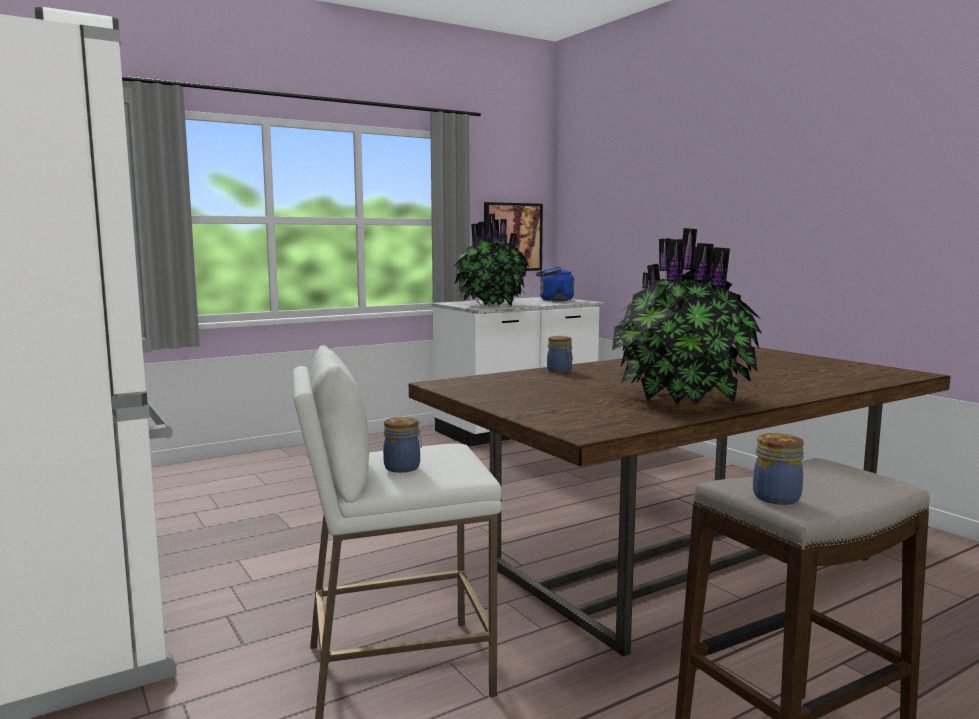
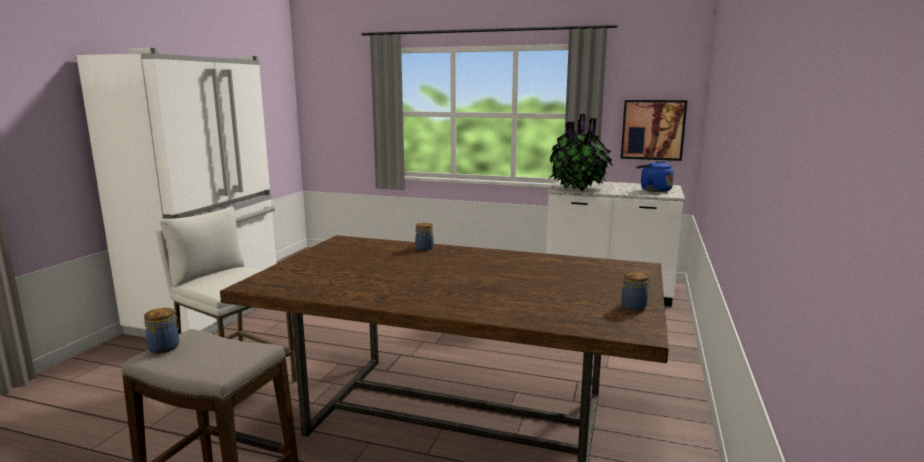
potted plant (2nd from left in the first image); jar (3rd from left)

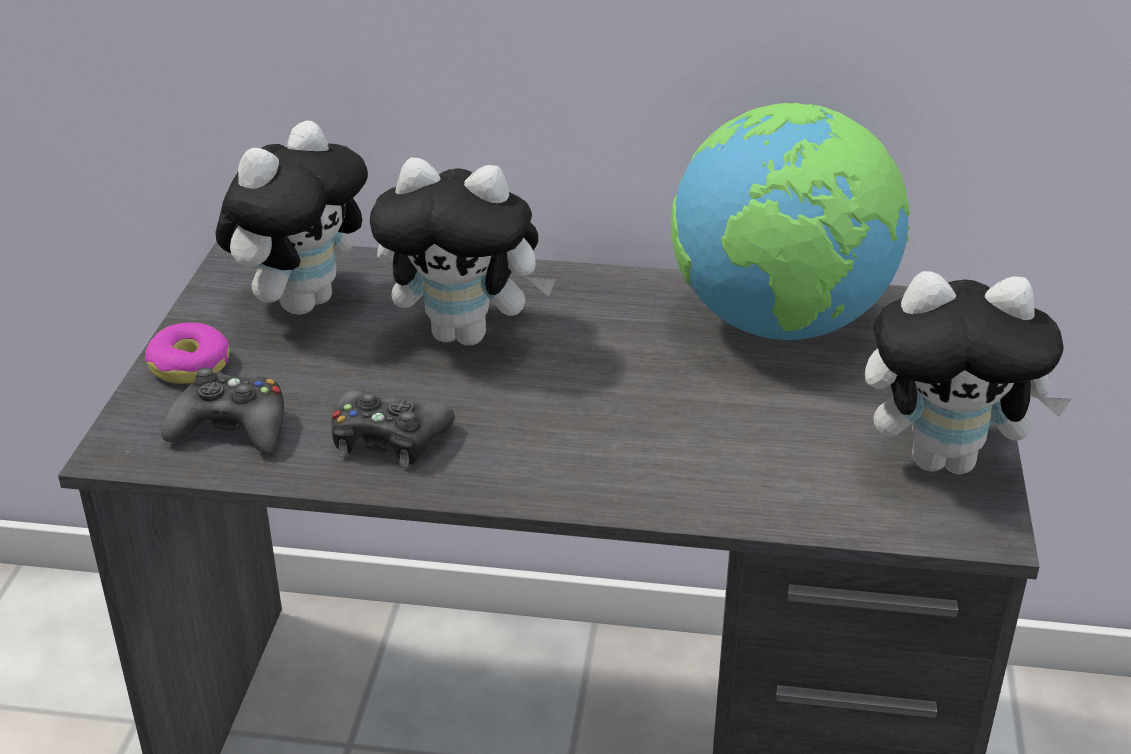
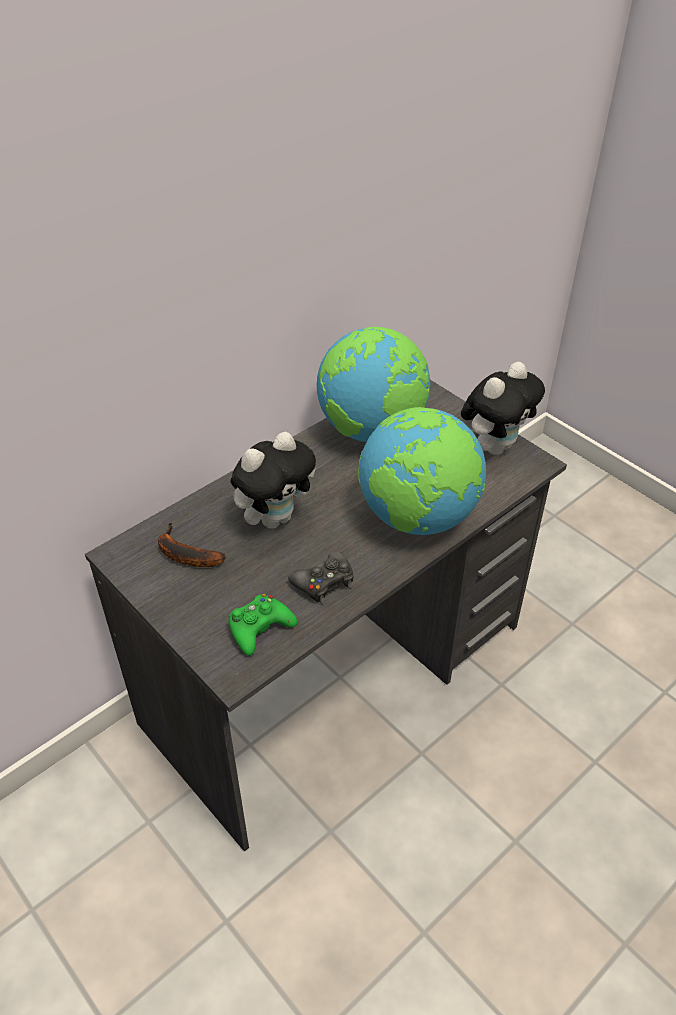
donut; globe (2nd from left); banana; green game controller

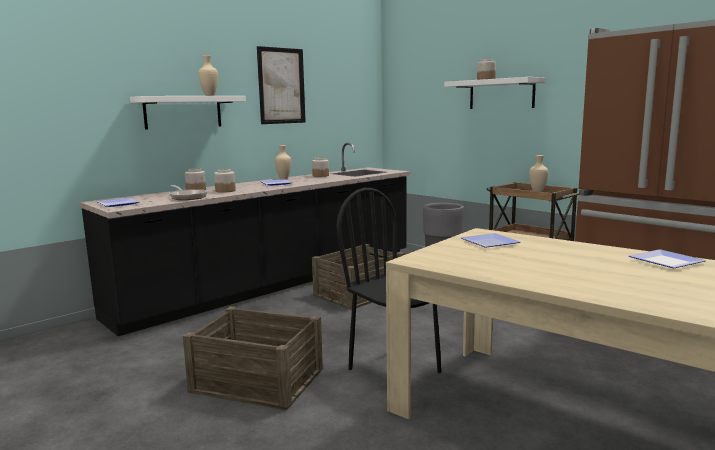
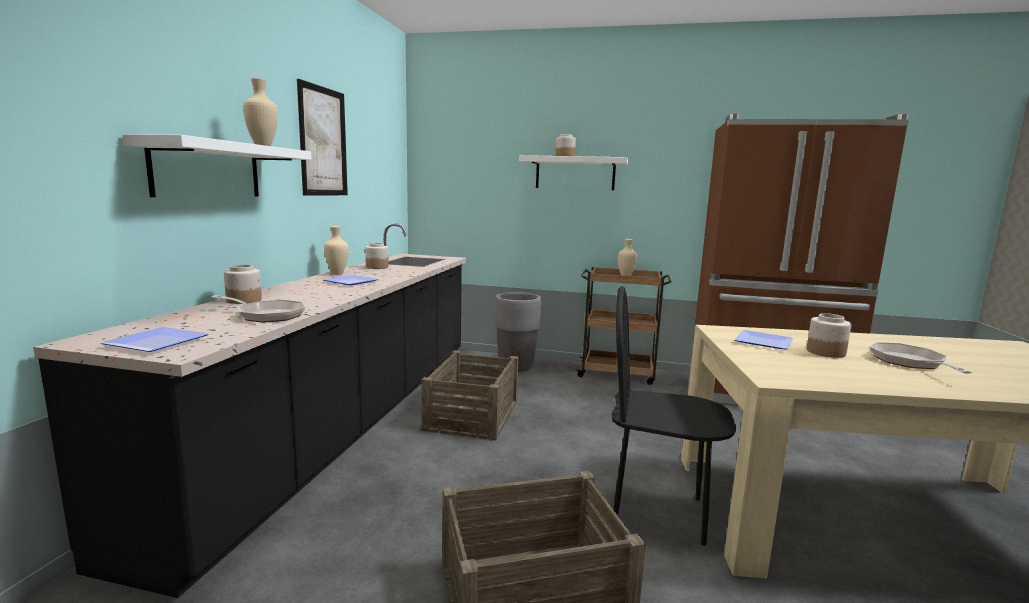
plate (4th from left in the first image); frying pan (2nd from left); jar (4th from left)

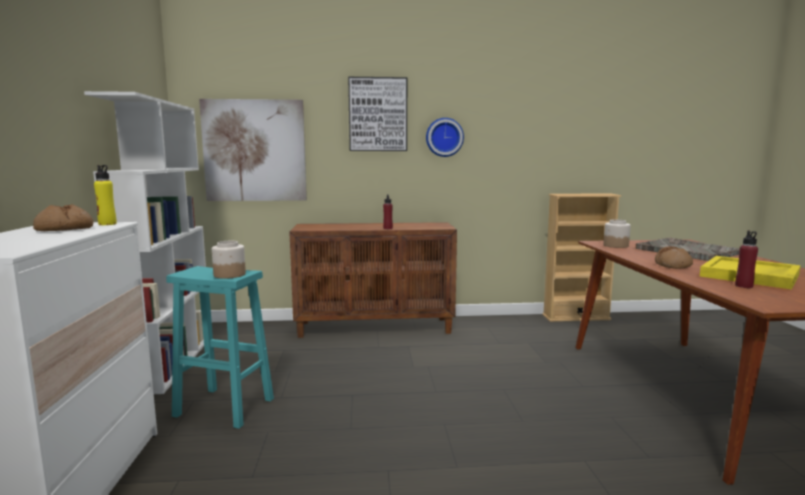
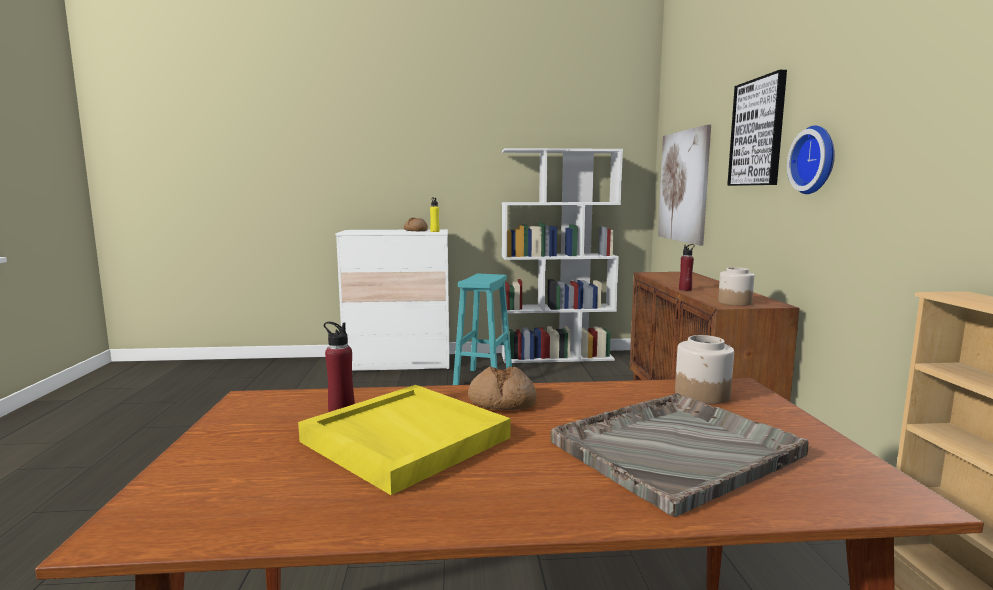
jar (2nd from left)

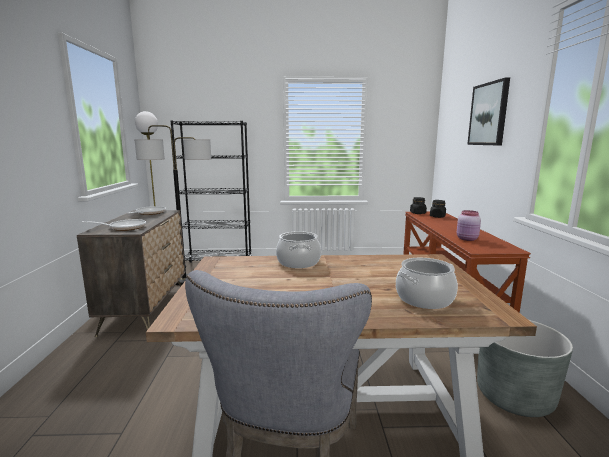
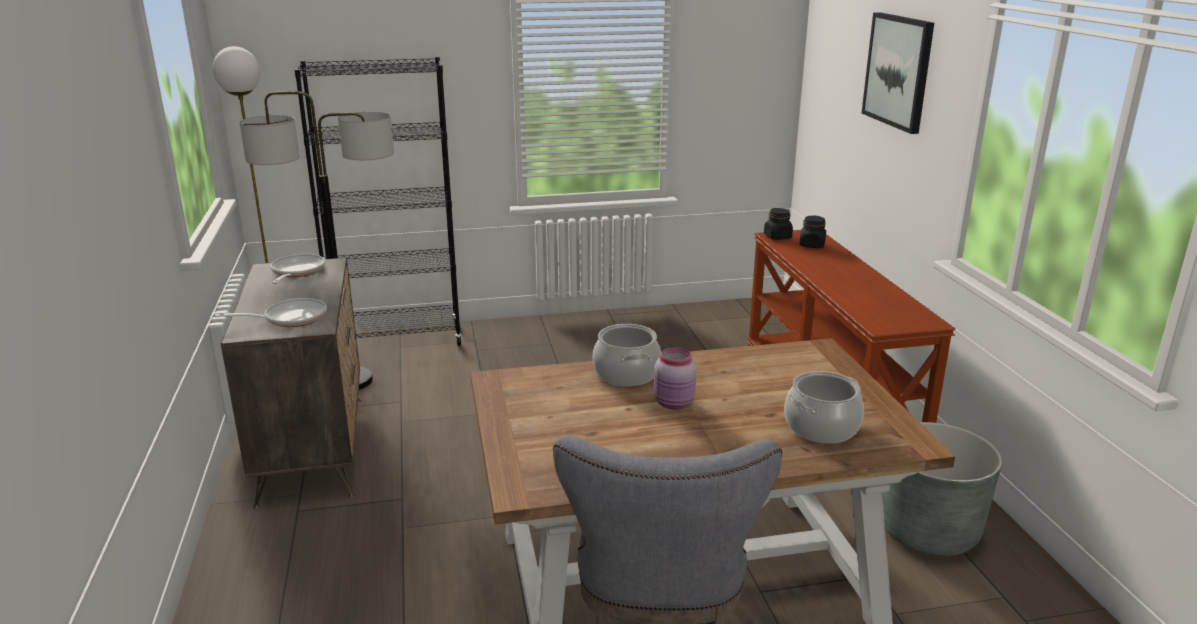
pink jar

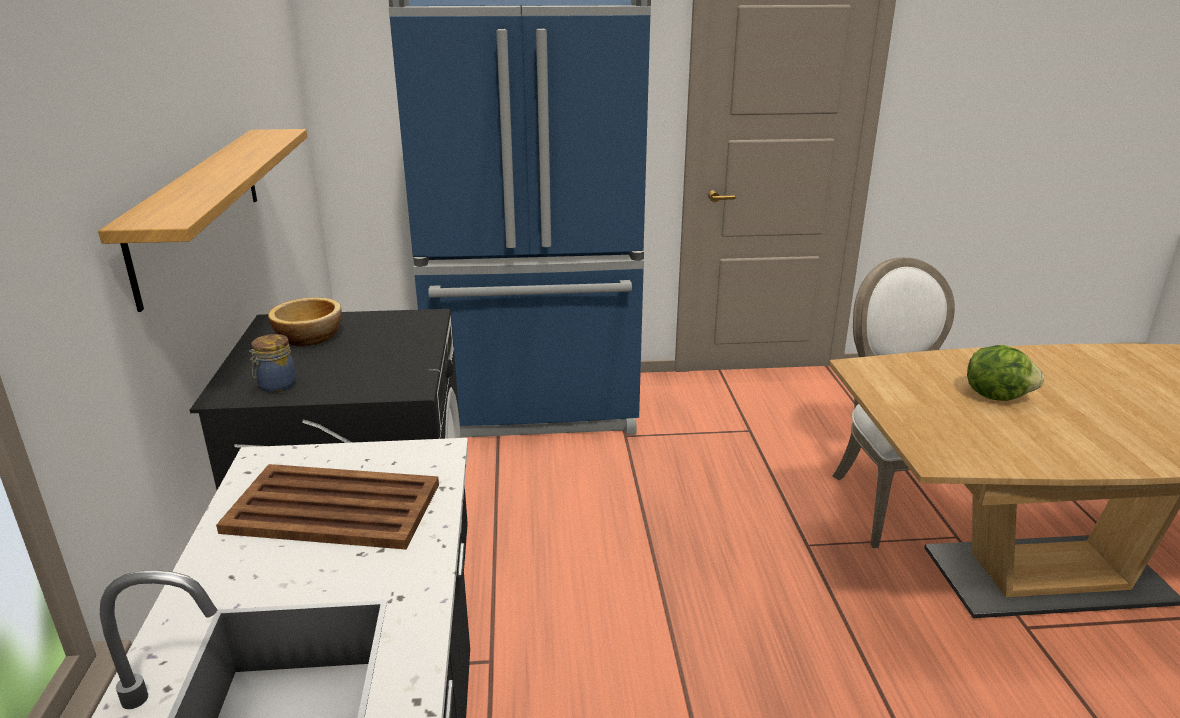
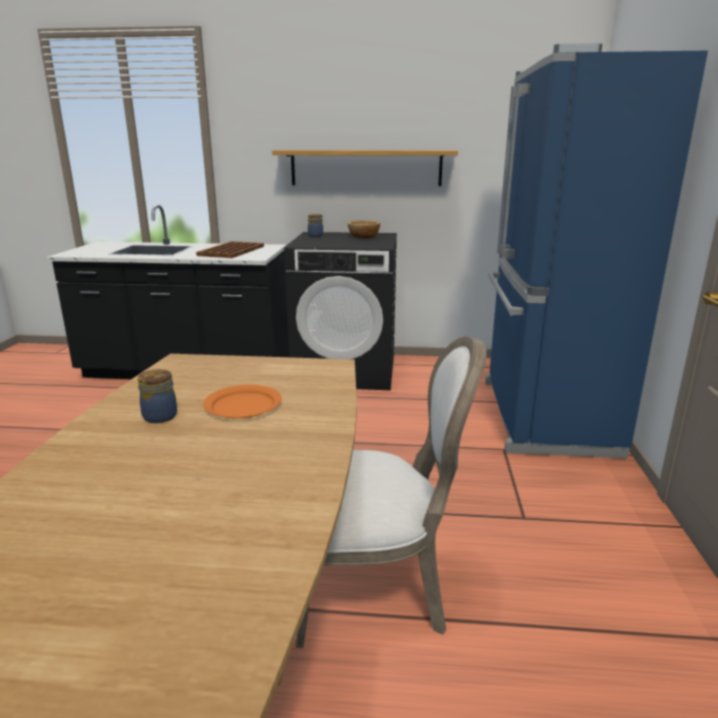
jar (1st from left); orange plate

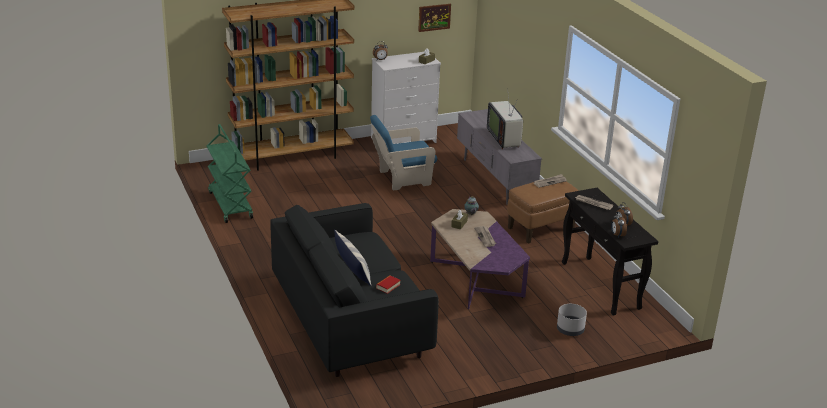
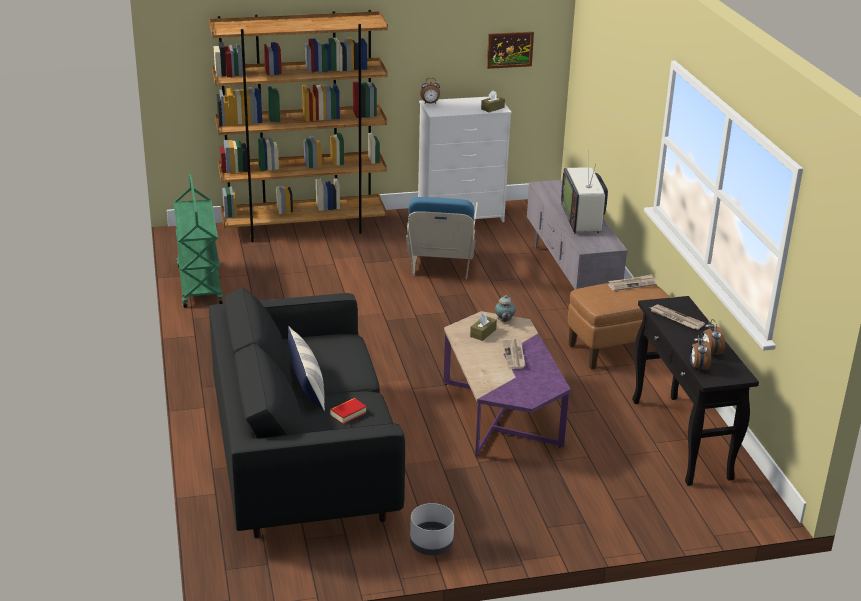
grey planter; blue armchair

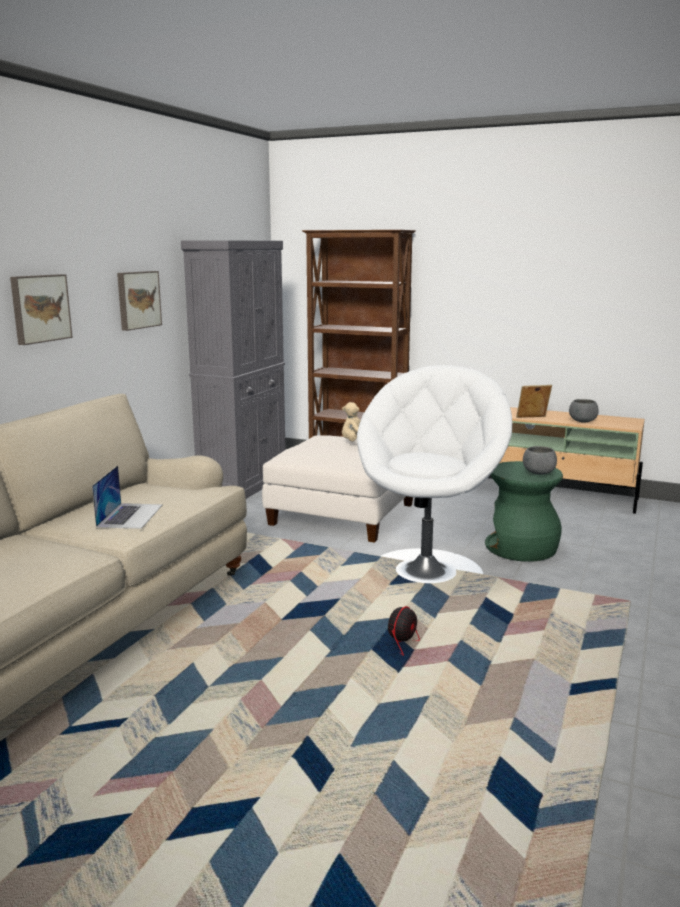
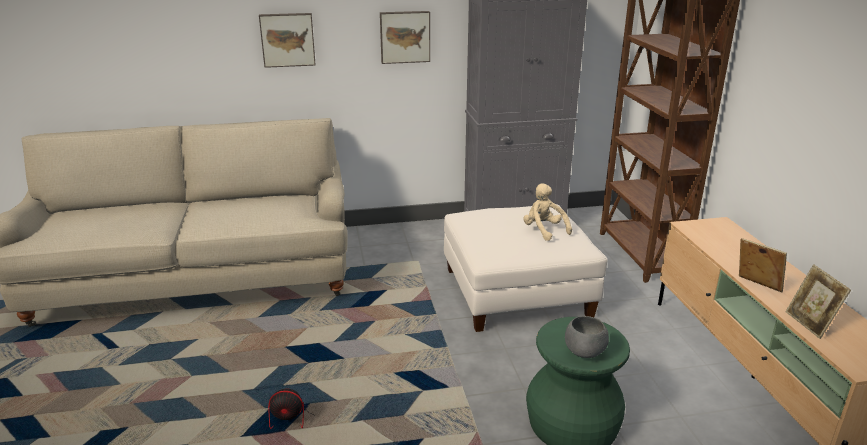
laptop; white armchair; picture frame (2nd from left)

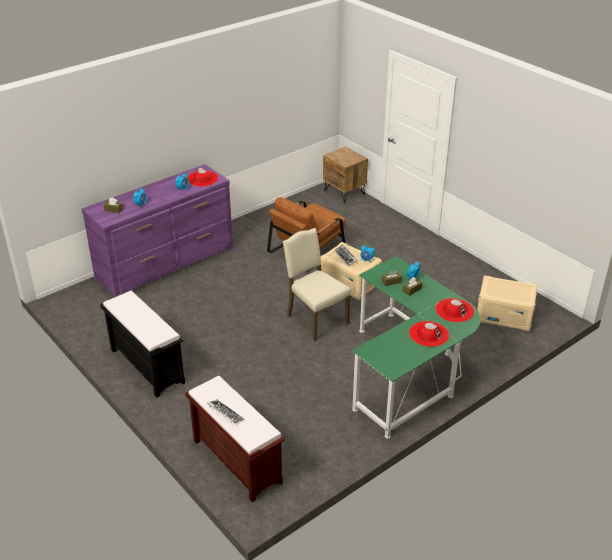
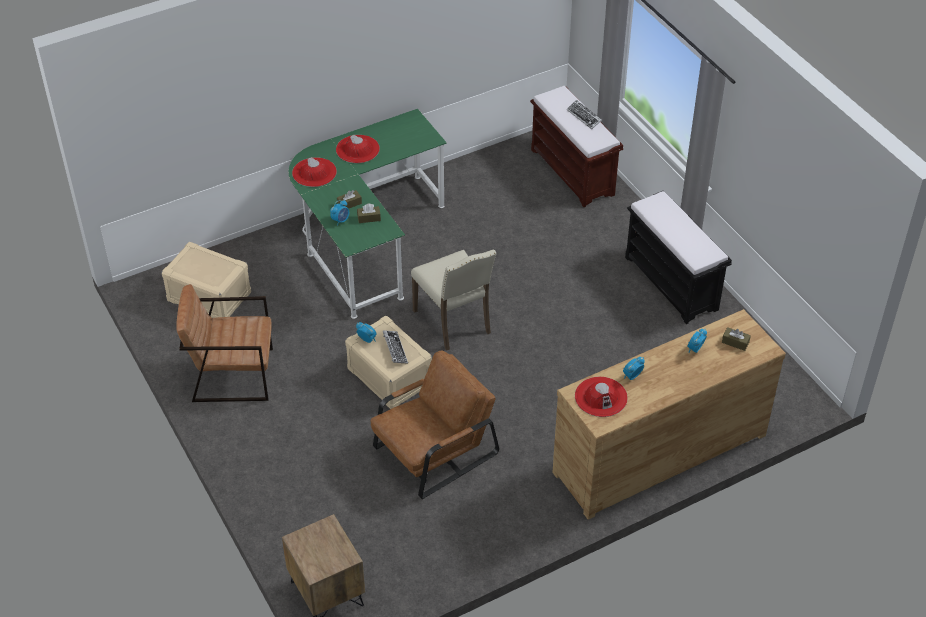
brown armchair (1st from left); brown dresser

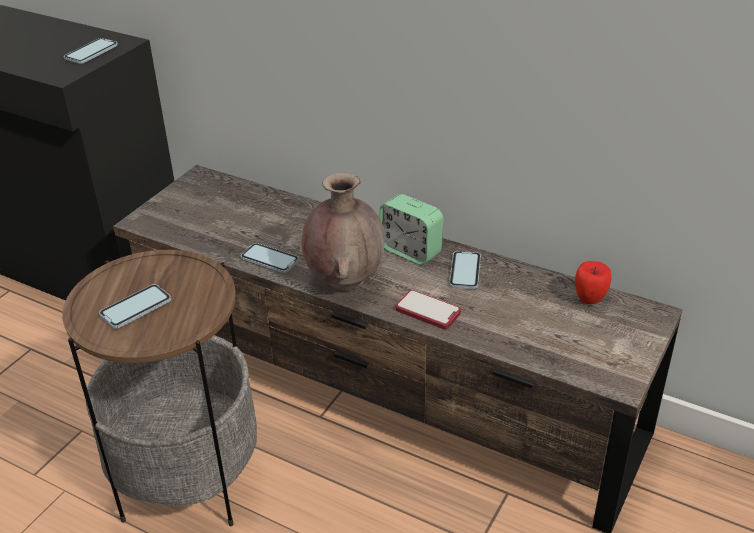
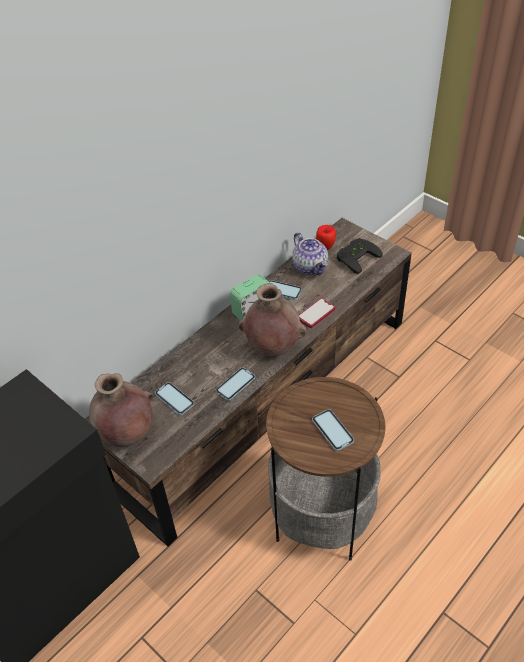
brown vase (1st from left); teapot; black game controller; phone (1st from left)

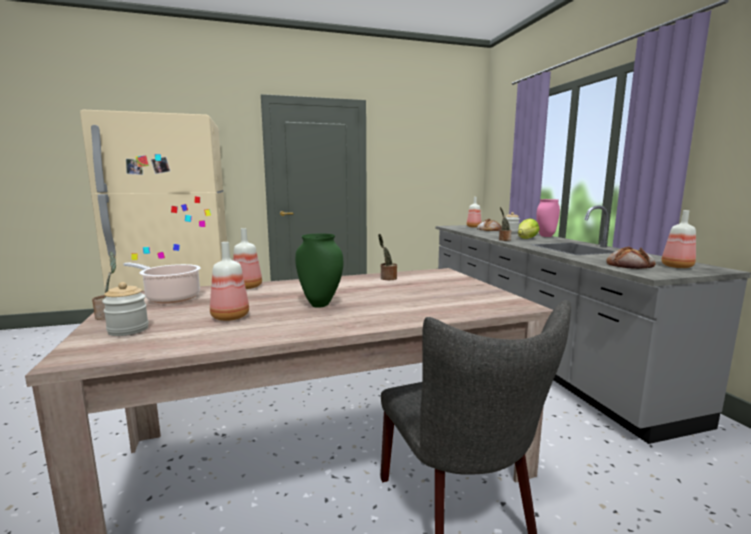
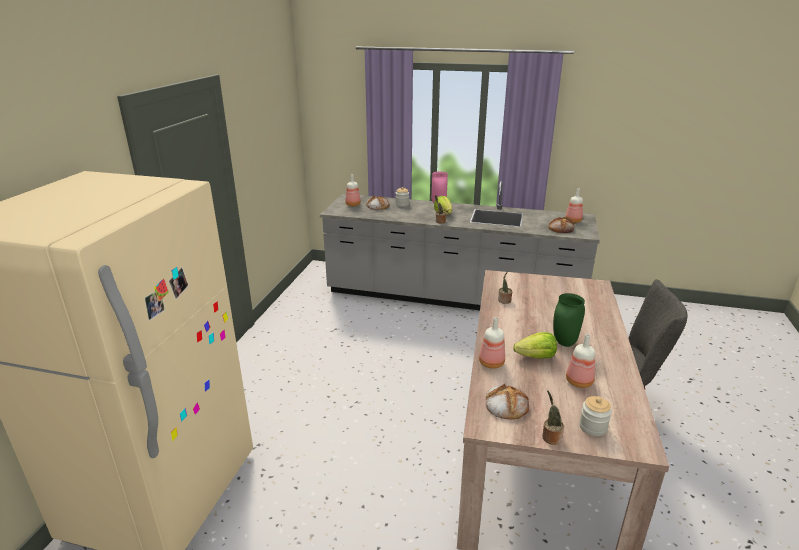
lettuce (2nd from left); bread (2nd from left)

